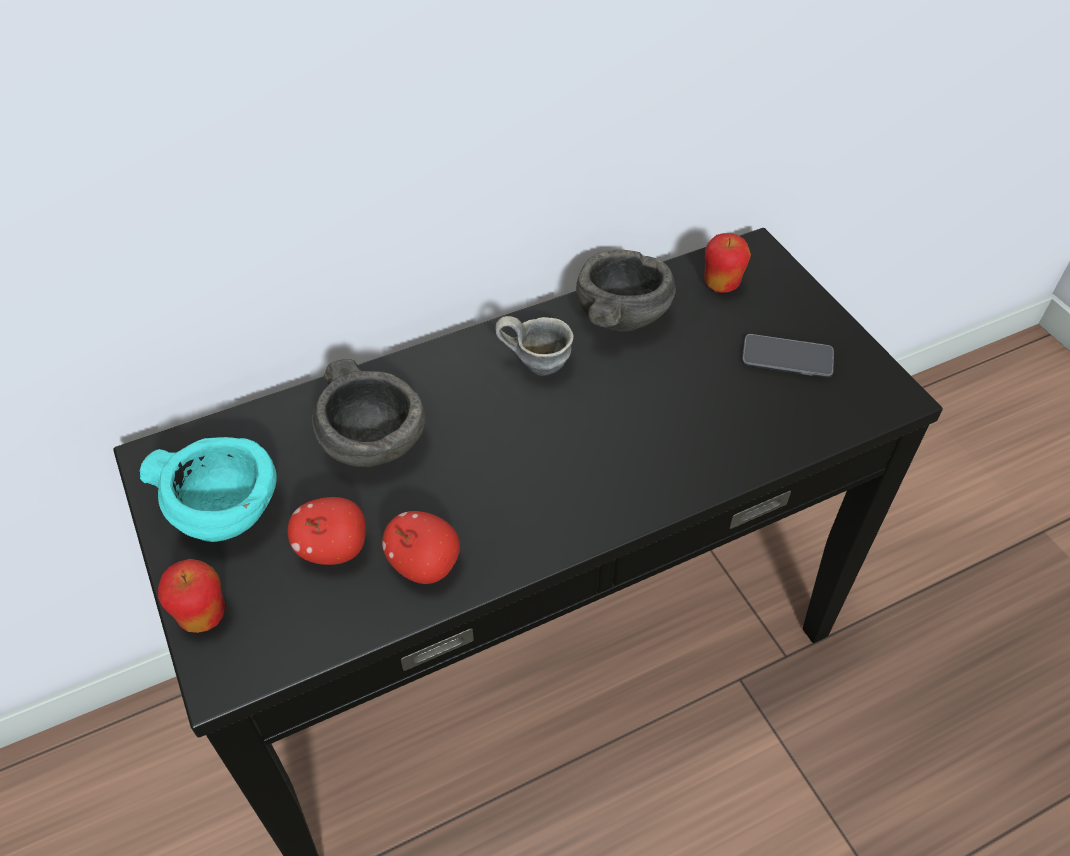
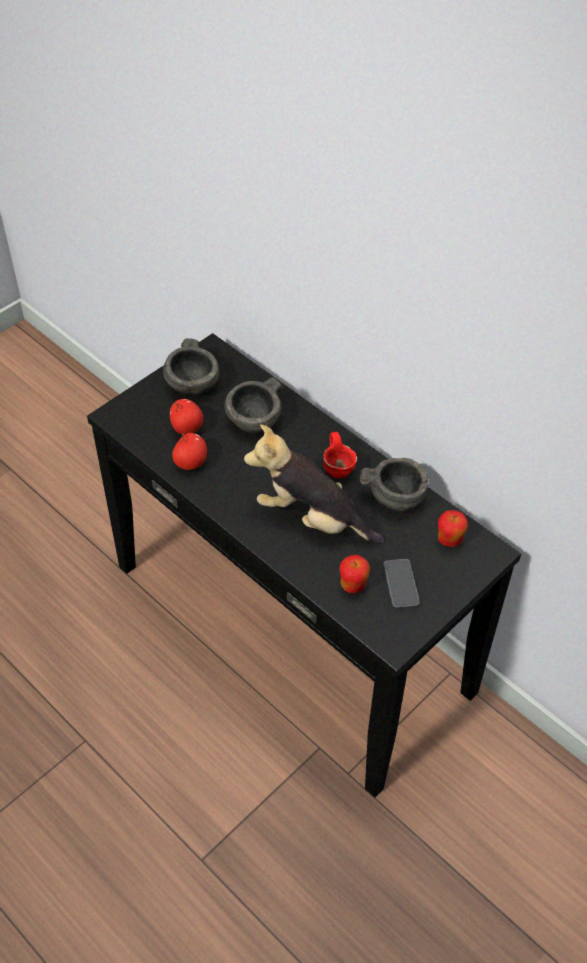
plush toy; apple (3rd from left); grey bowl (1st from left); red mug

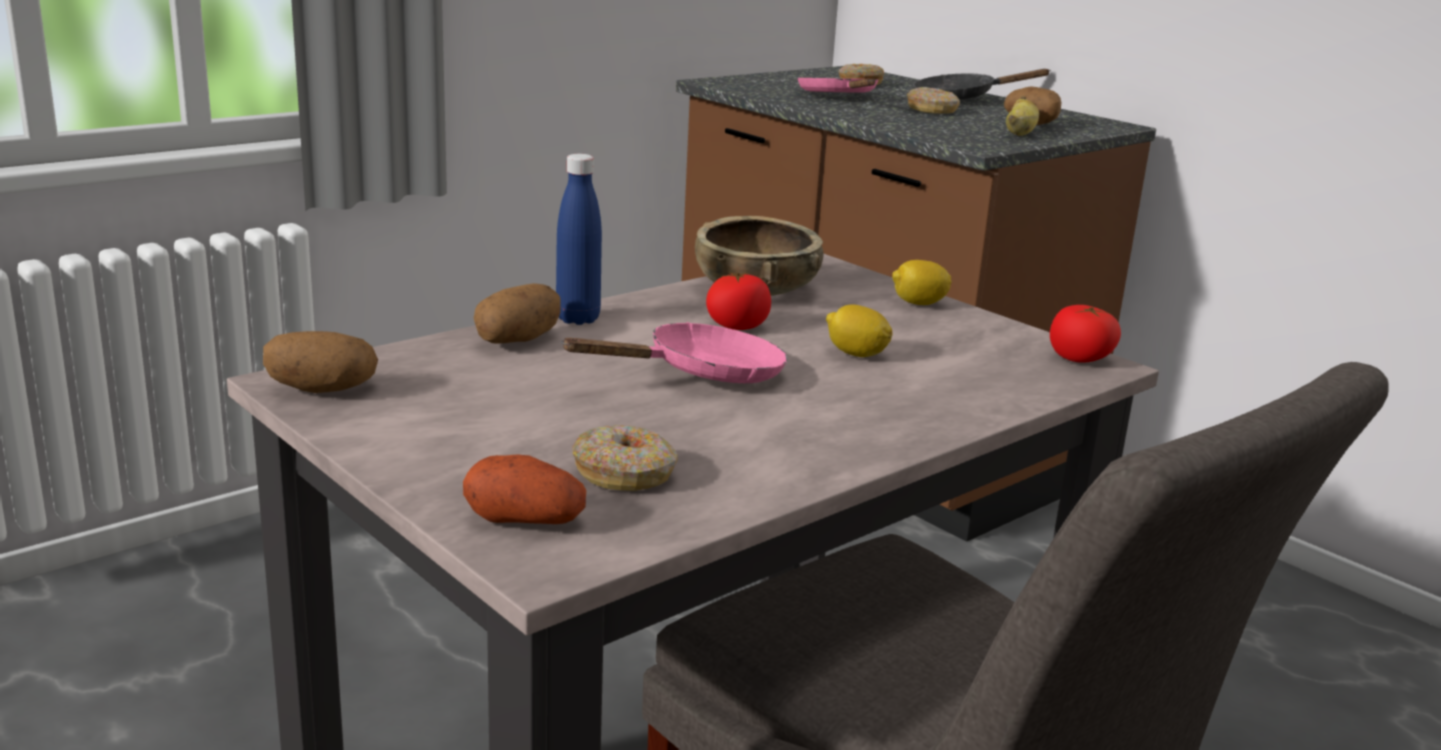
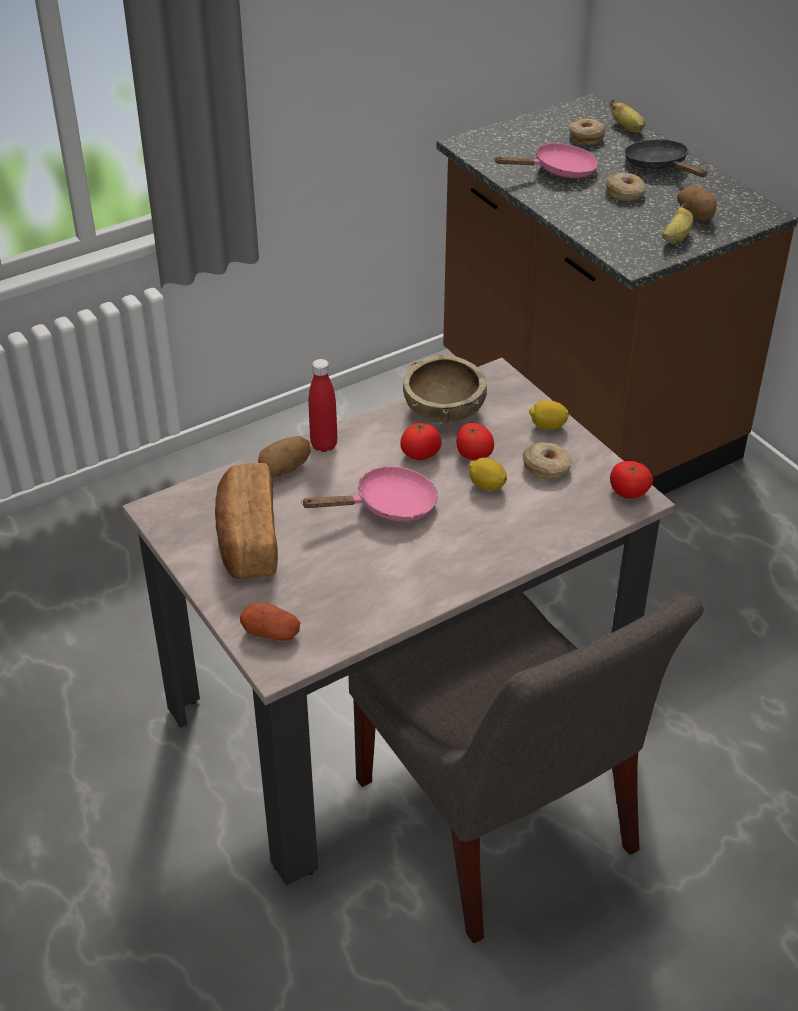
potato (1st from left in the first image); bread; tomato (2nd from left); banana (1st from left); donut (1st from left); red bottle; pink frying pan (2nd from left); black frying pan

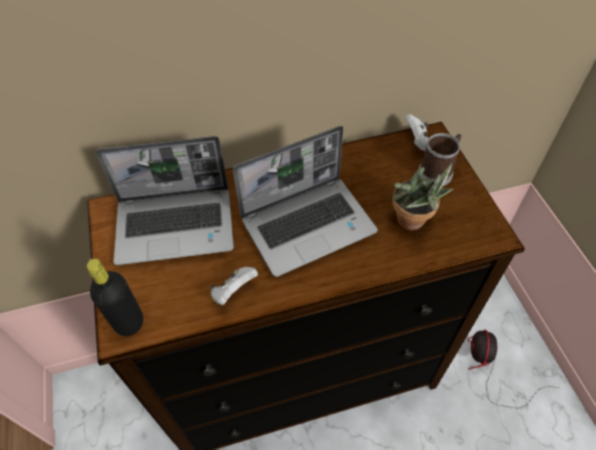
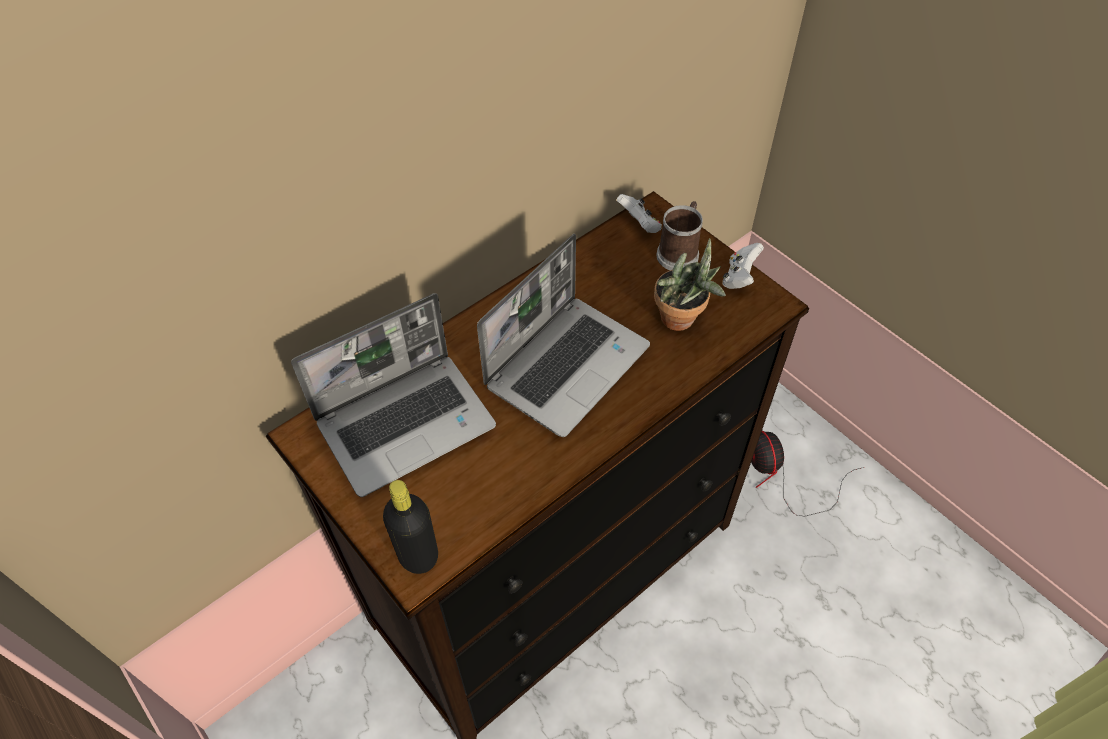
white game controller (2nd from left)

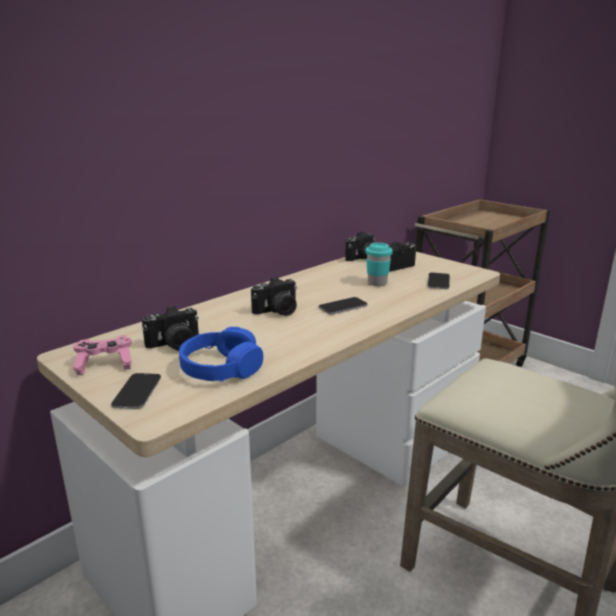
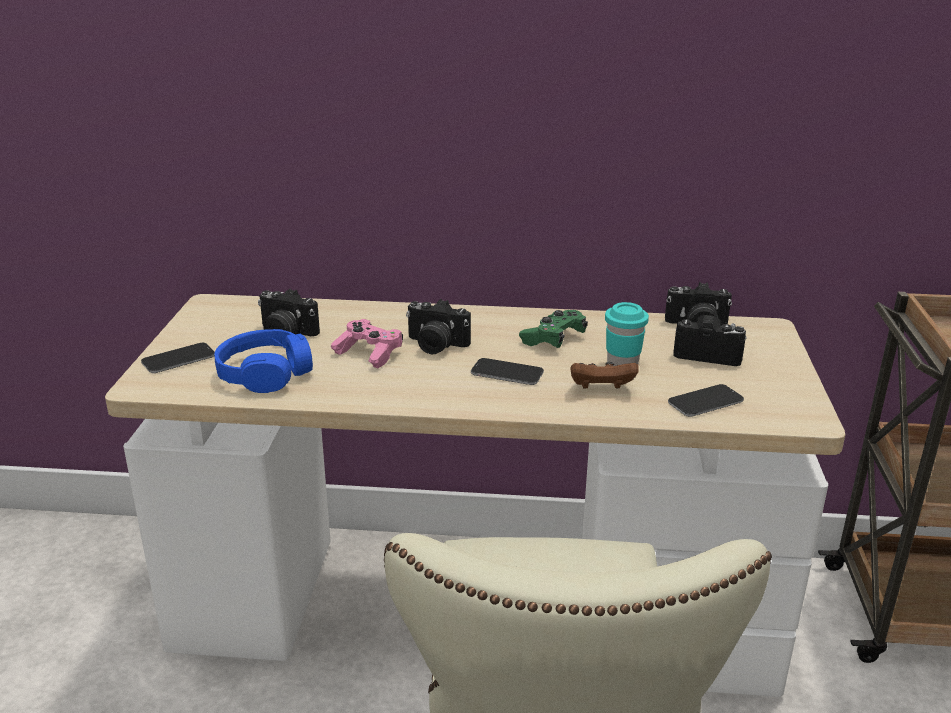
green game controller; brown game controller; pink game controller

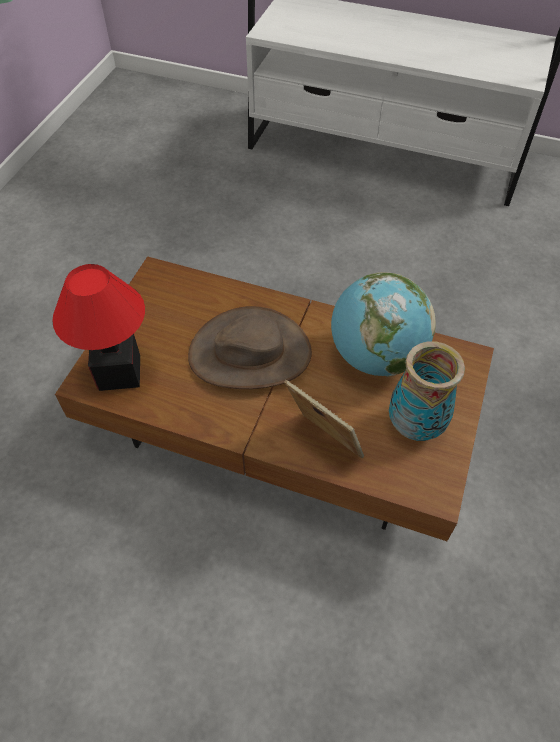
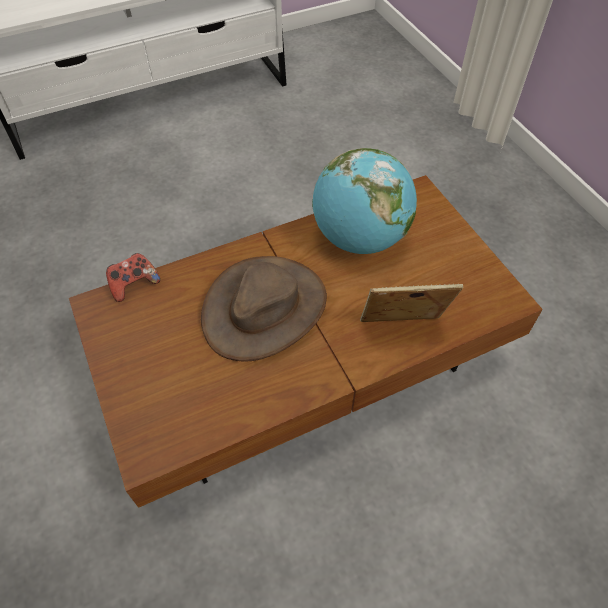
table lamp; vase; game controller

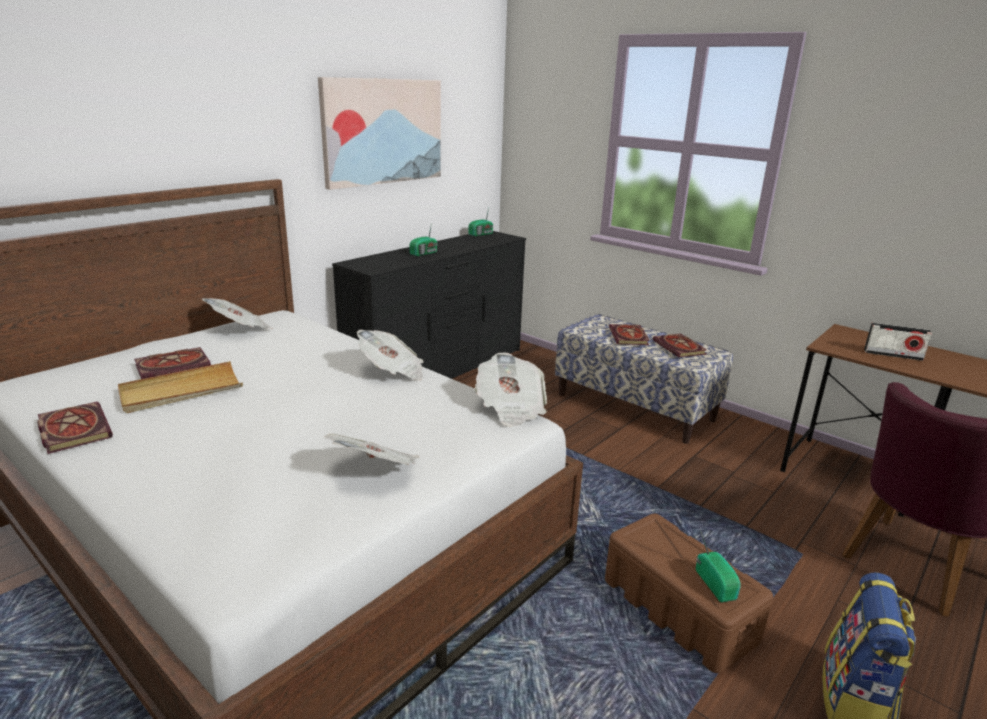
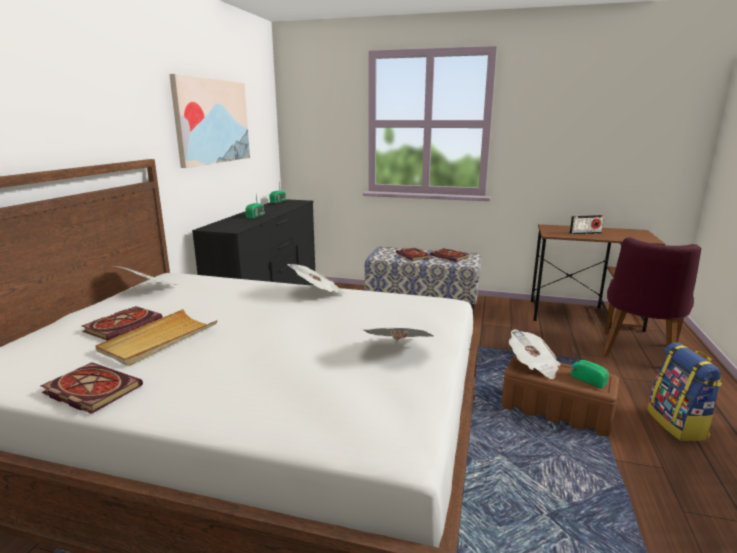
newspaper (4th from left)

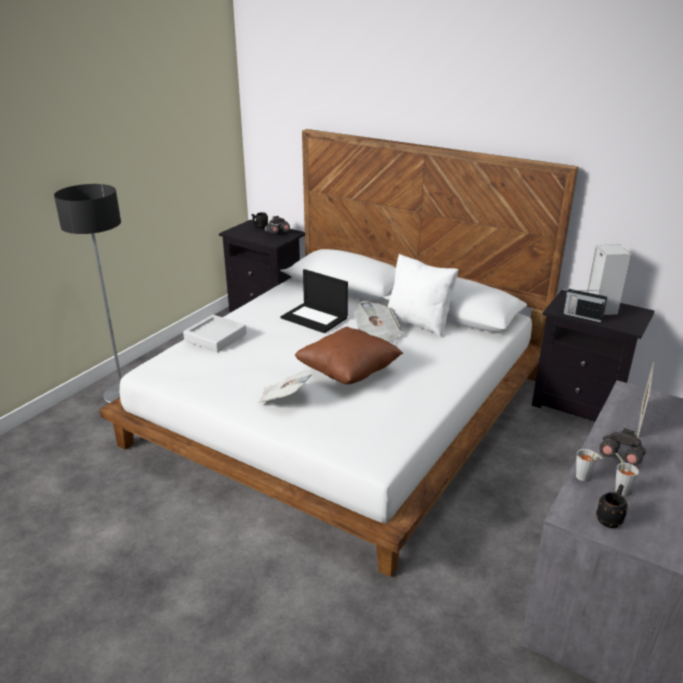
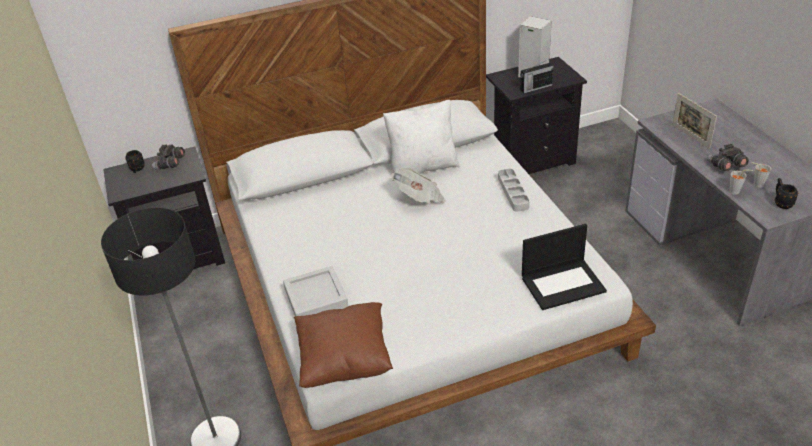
newspaper (1st from left in the first image); grey tray (2nd from left); laptop; brown pillow

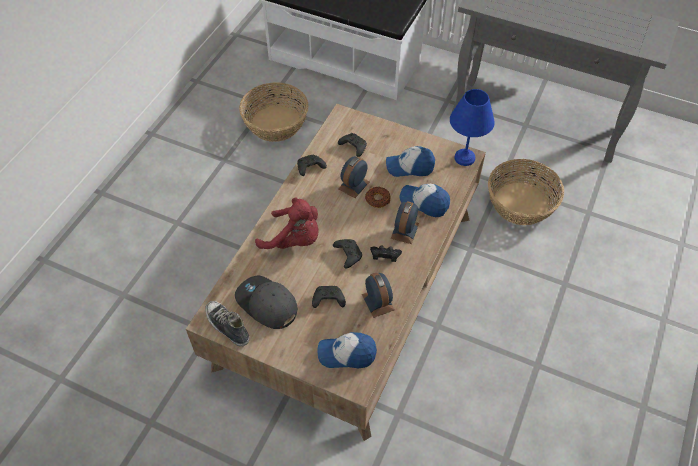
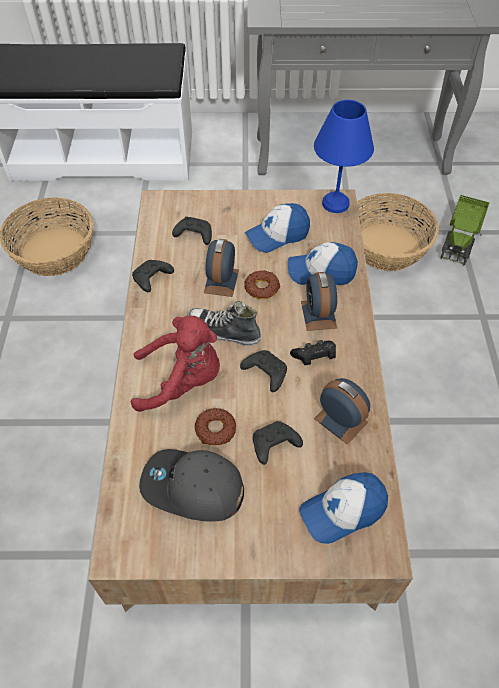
donut (1st from left); toy truck; shoe

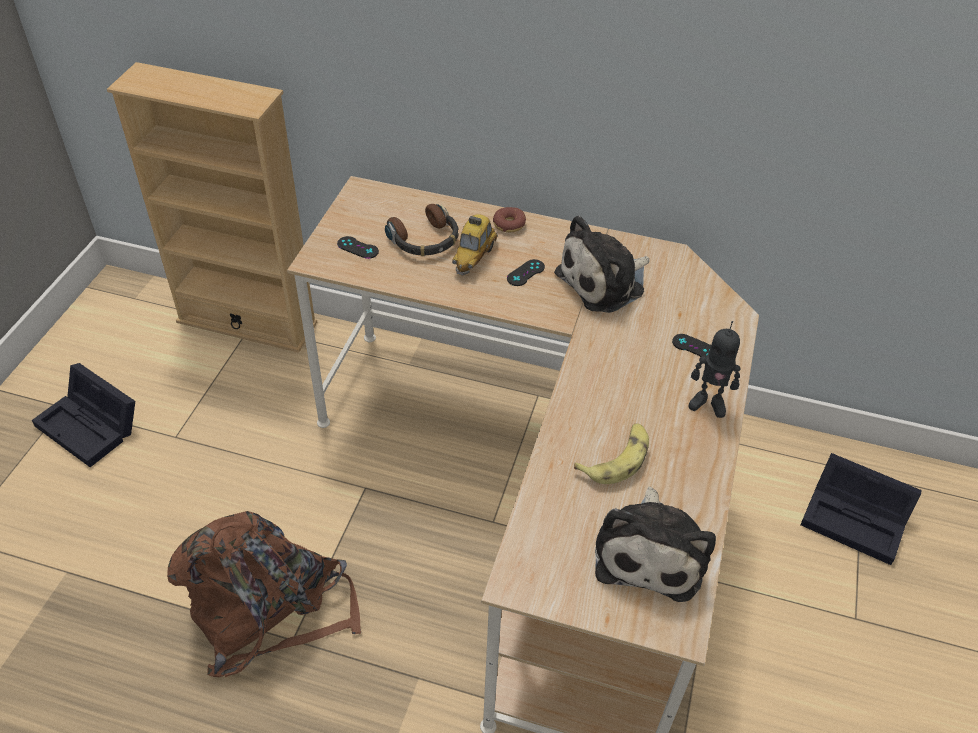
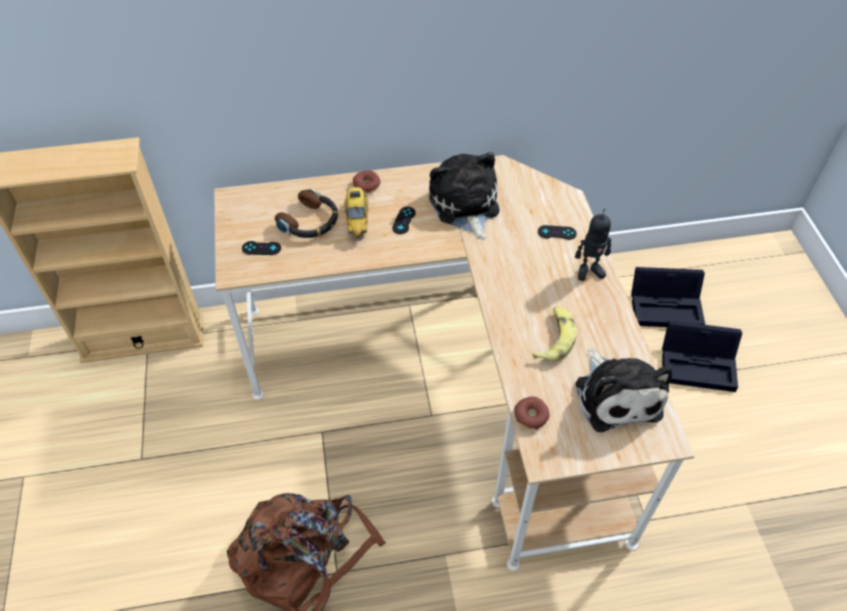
donut (2nd from left); black storage box (2nd from left); plush toy (1st from left)

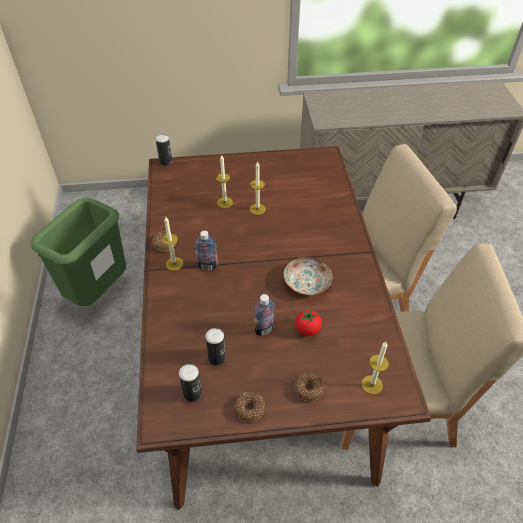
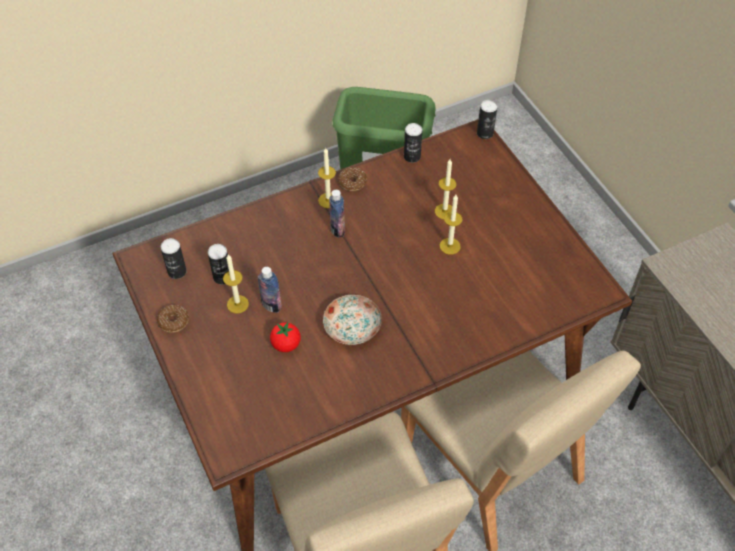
donut (3rd from left in the first image); can (3rd from left); candle (1st from left)

